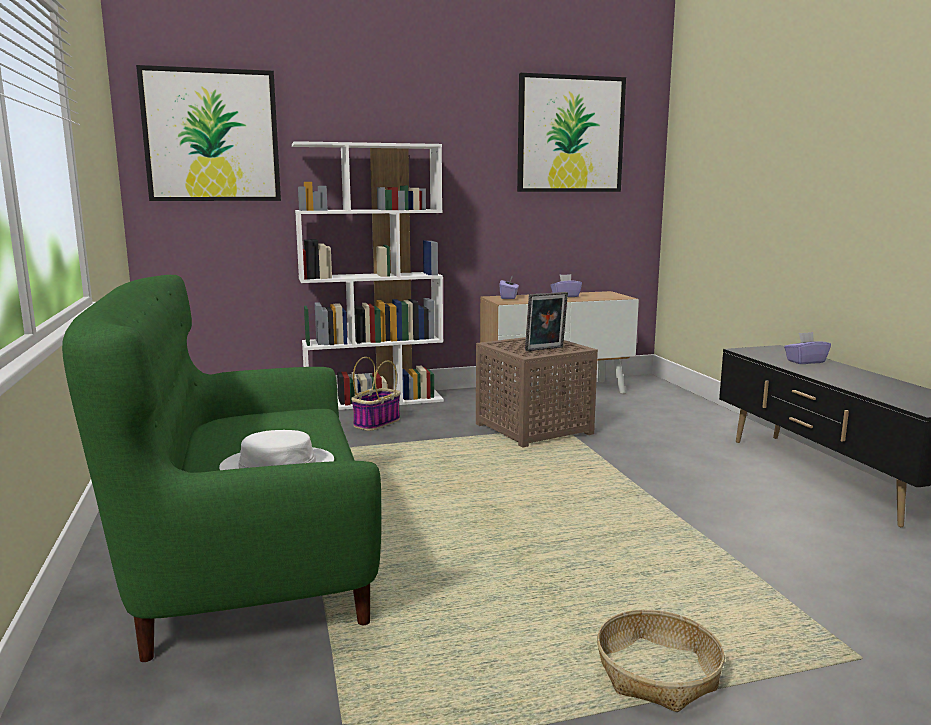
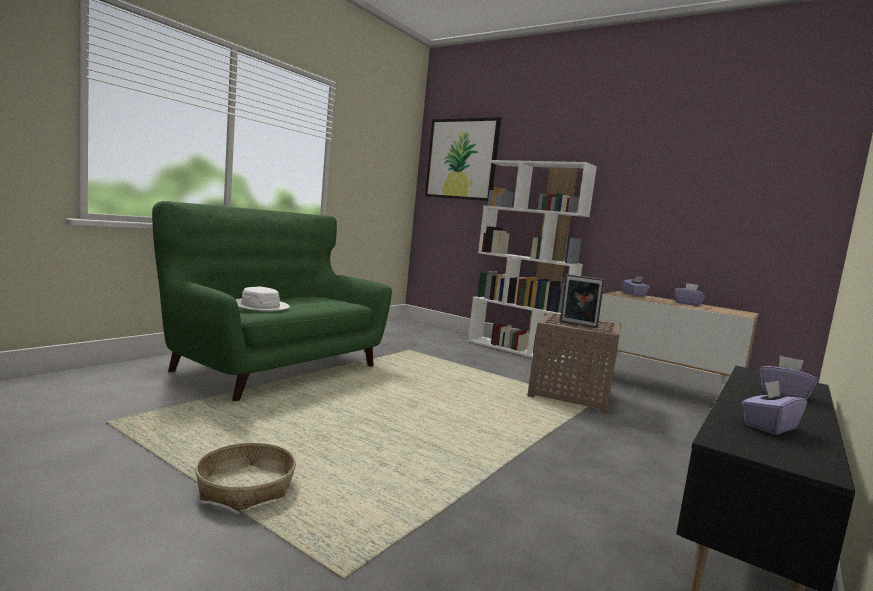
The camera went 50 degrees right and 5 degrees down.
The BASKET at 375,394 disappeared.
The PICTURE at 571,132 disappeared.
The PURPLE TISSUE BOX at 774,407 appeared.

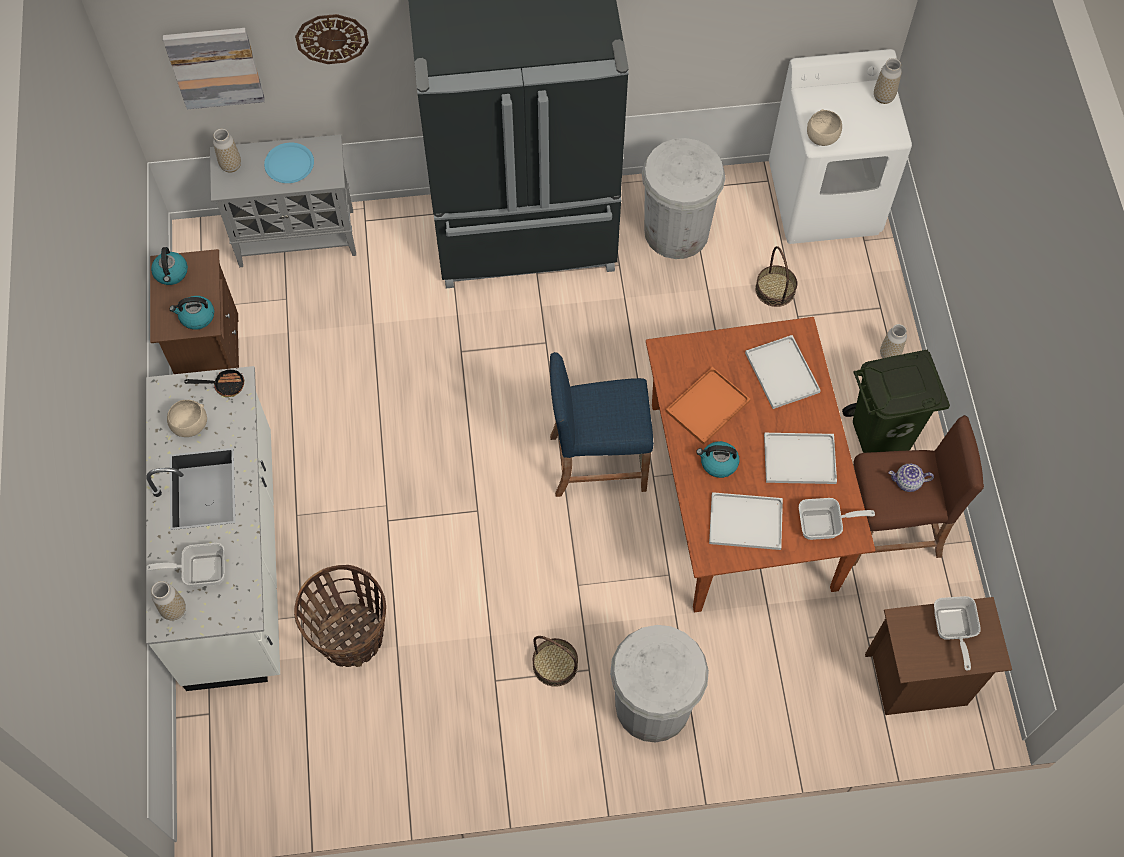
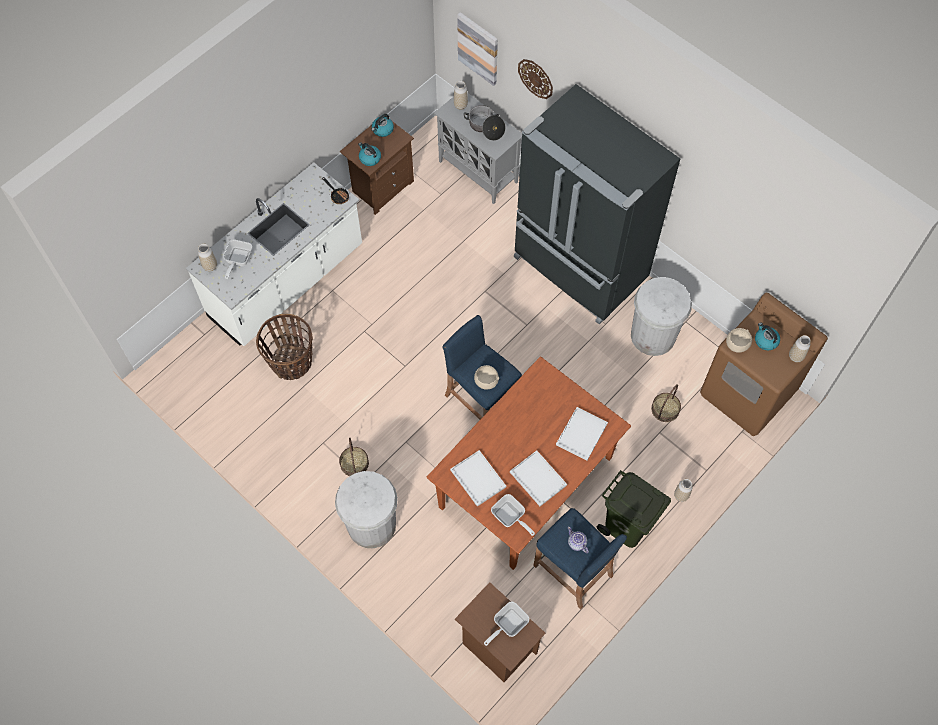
The camera went 50 degrees right and 0 degrees up.
The ORANGE TRAY at 708,406 disappeared.
The BEIGE BOWL moved from 187,418 to 486,377.
The KETTLE moved from 717,459 to 767,336.
The BLUE PLATE at 289,163 was replaced by the COOKING POT at 485,123.
The WHITE WASHING MACHINE at 840,146 became the BROWN WASHING MACHINE at 764,364.
The BROWN STOOL at 918,490 became the BLUE STOOL at 580,558.
The FRYING PAN at 185,565 turned 120 degrees counterclockwise.

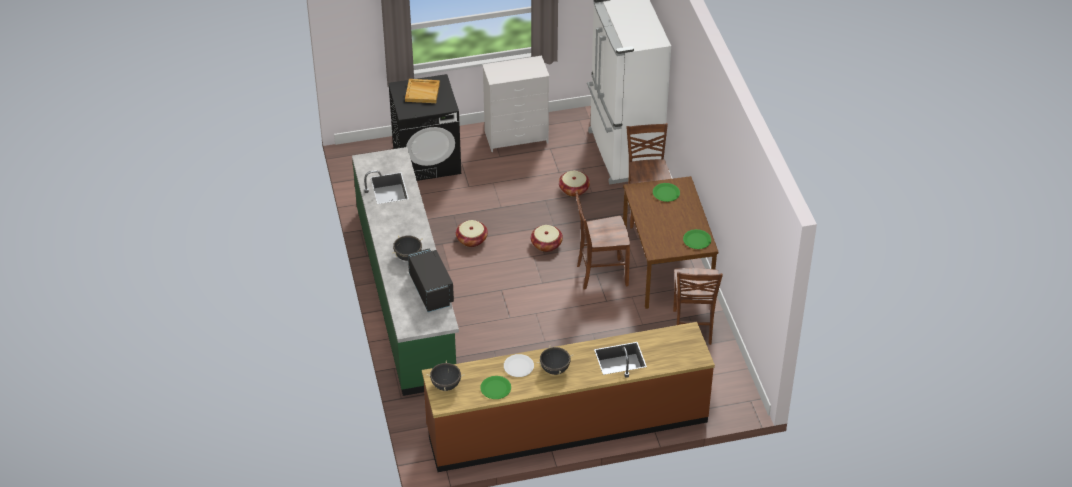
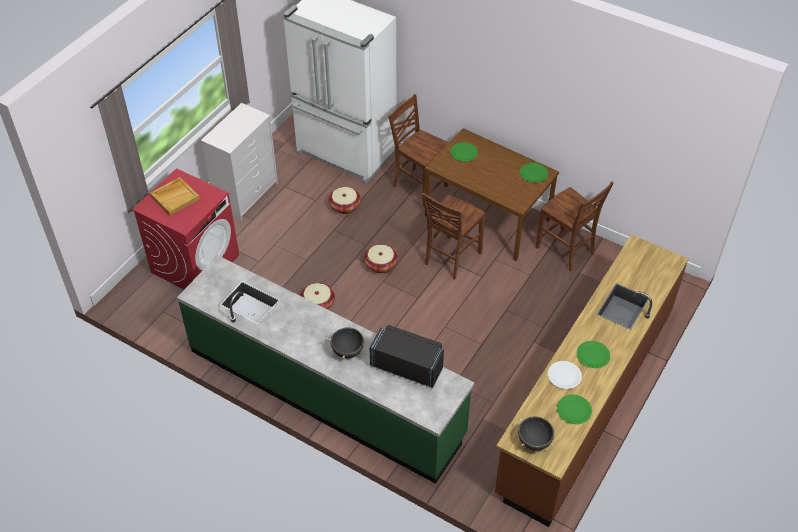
The camera went 45 degrees left and 5 degrees up.
The BLACK COOKING POT at 555,360 was replaced by the GREEN PLATE at 593,354.
The BLACK WASHING MACHINE at 424,127 became the RED WASHING MACHINE at 185,228.

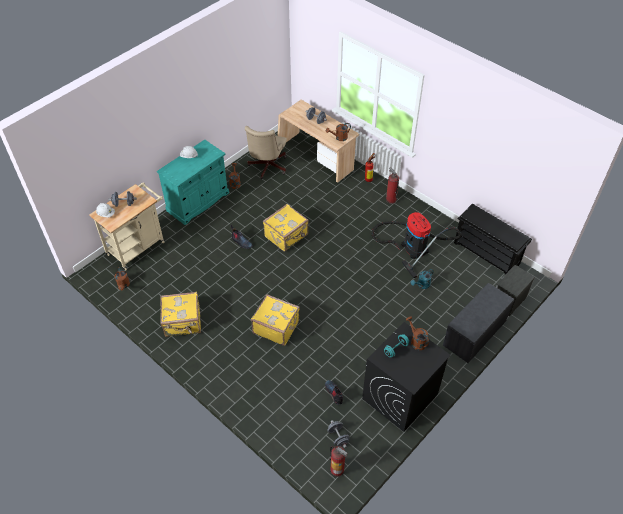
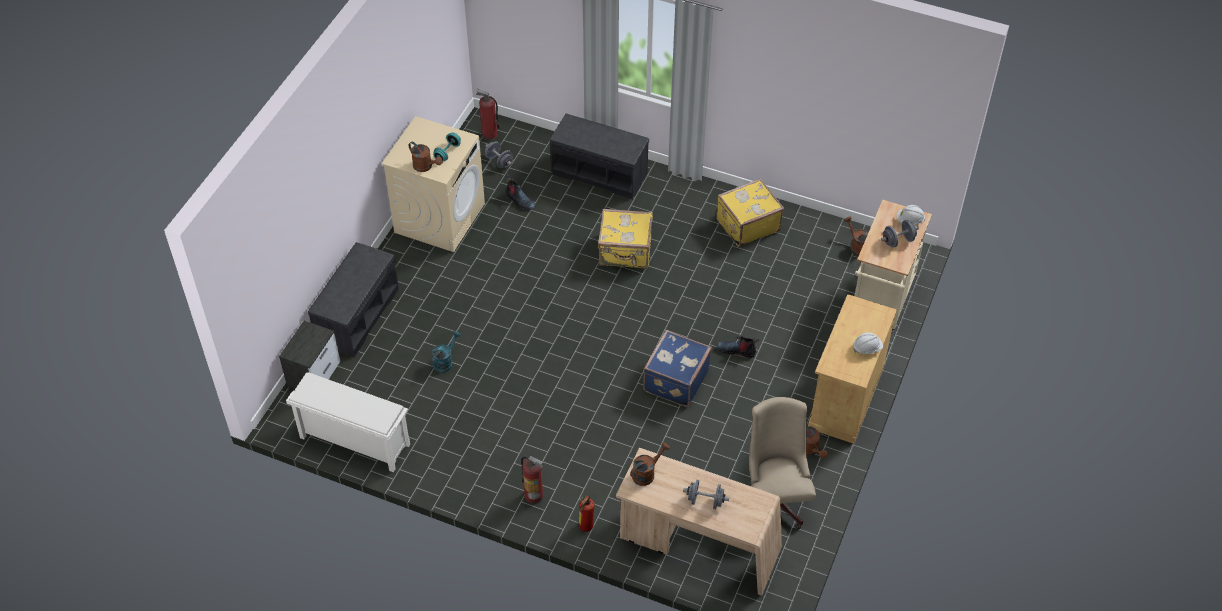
The camera went 160 degrees right and 0 degrees up.
The VACUUM CLEANER at 416,245 disappeared.
The GREY BENCH at 599,156 appeared.
The TURQUOISE CABINET at 193,182 became the BEIGE CABINET at 852,369.
The YELLOW SUITCASE at 286,228 became the BLUE SUITCASE at 677,368.
The BLACK WASHING MACHINE at 406,377 became the BEIGE WASHING MACHINE at 433,184.
The BLACK SHOE RACK at 493,239 became the WHITE SHOE RACK at 348,422.

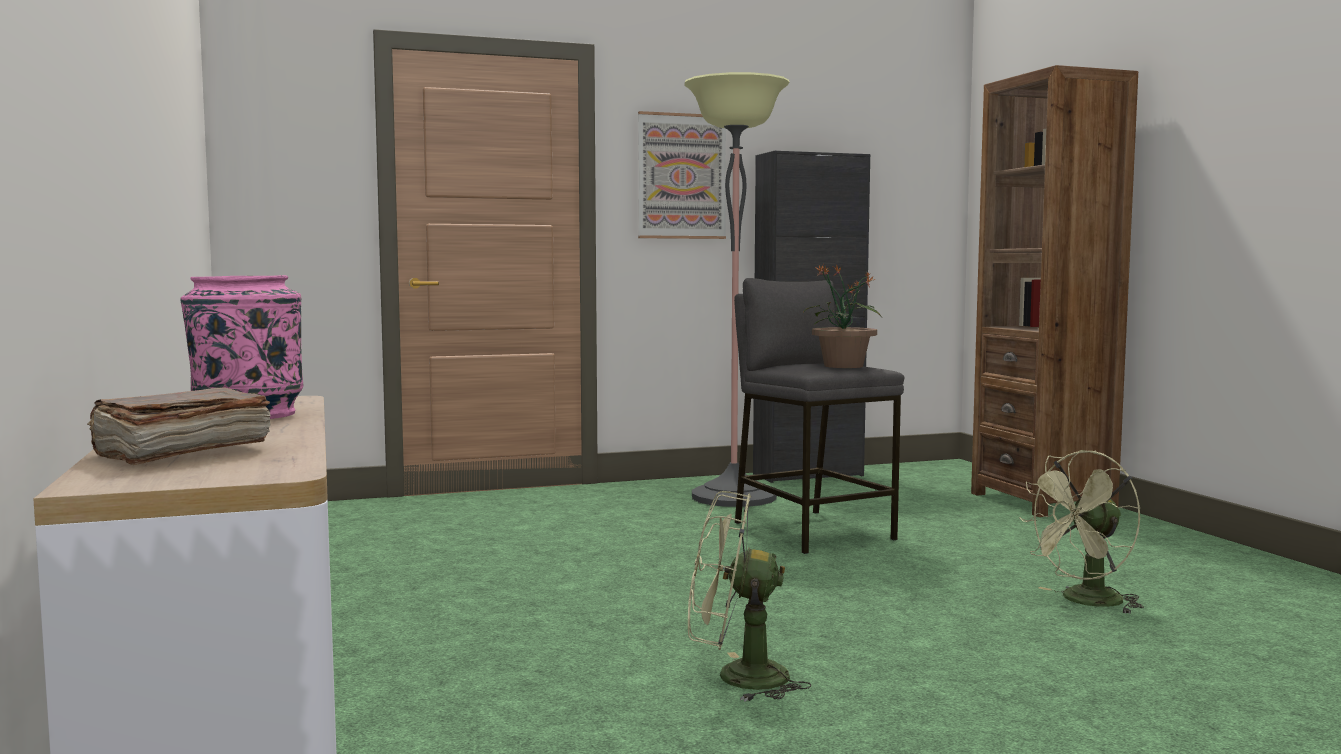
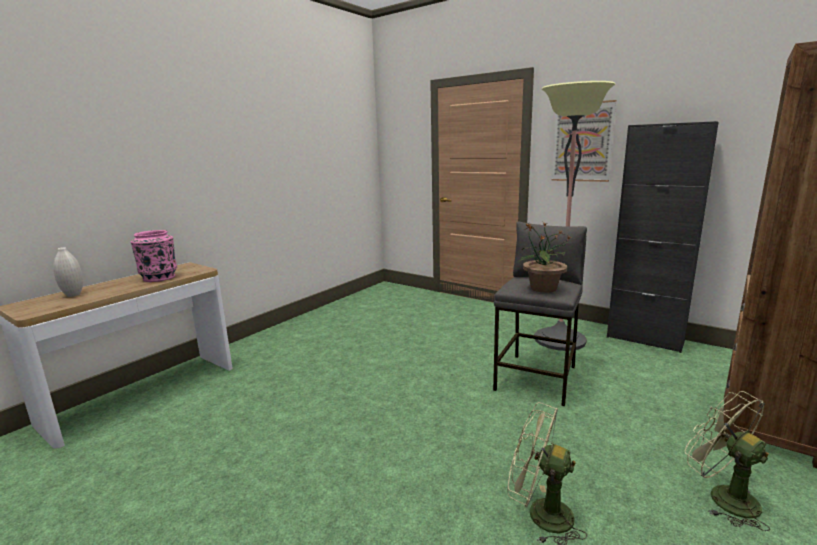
The camera went 55 degrees right and 10 degrees up.
The GREEN FAN moved from 749,596 to 727,461.
The BROWN BOOK at 179,426 was replaced by the WHITE VASE at 68,272.

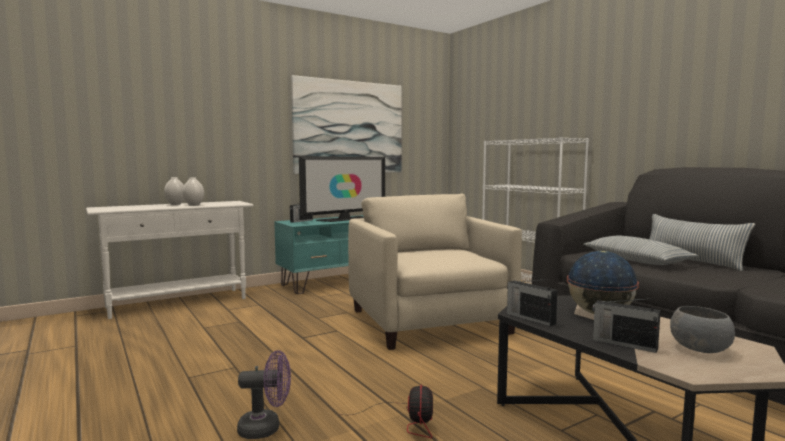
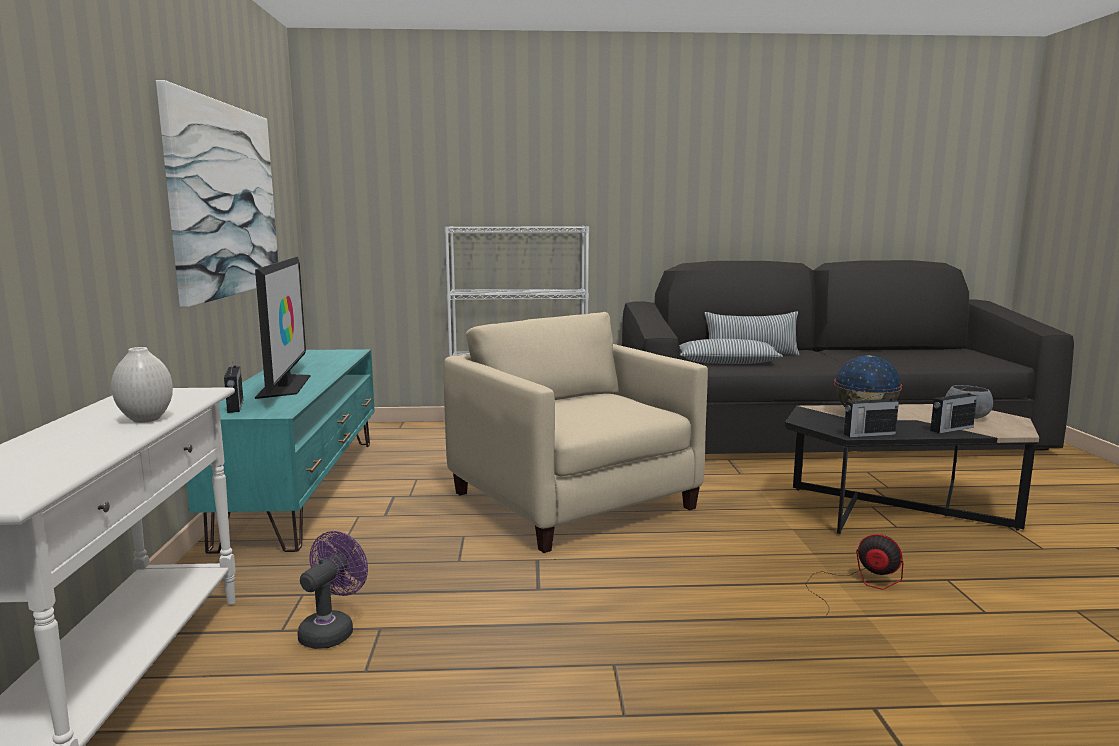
The camera went 60 degrees left and 5 degrees up.
The WHITE VASE at 174,191 disappeared.
The PURPLE FAN moved from 264,394 to 332,590.
The BEIGE ARMCHAIR at 435,271 turned 45 degrees clockwise.

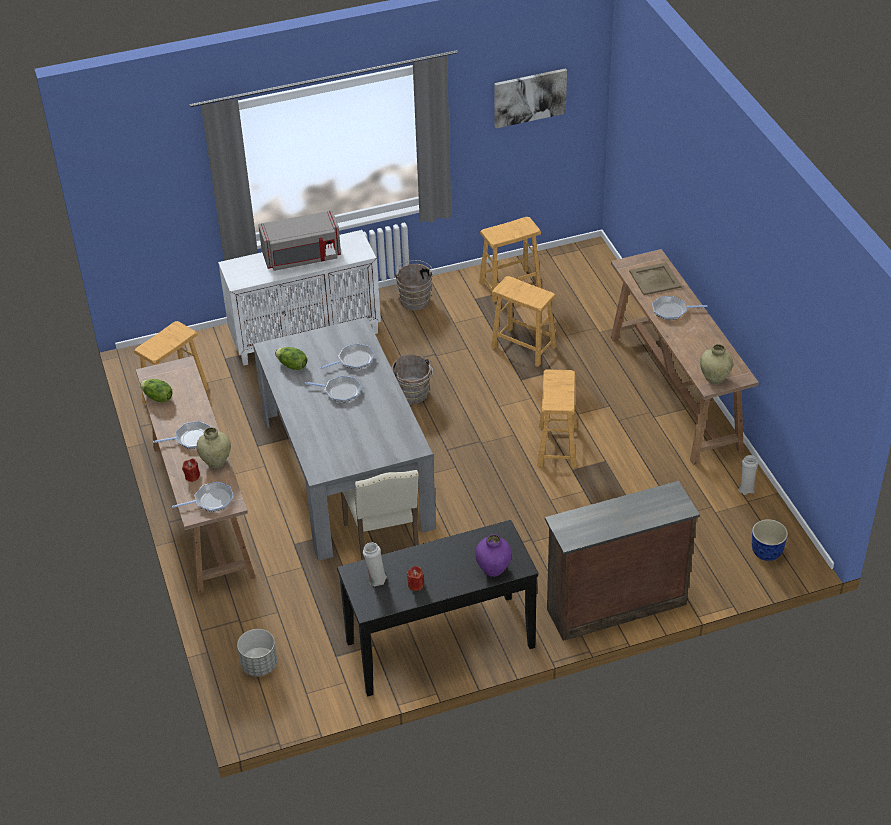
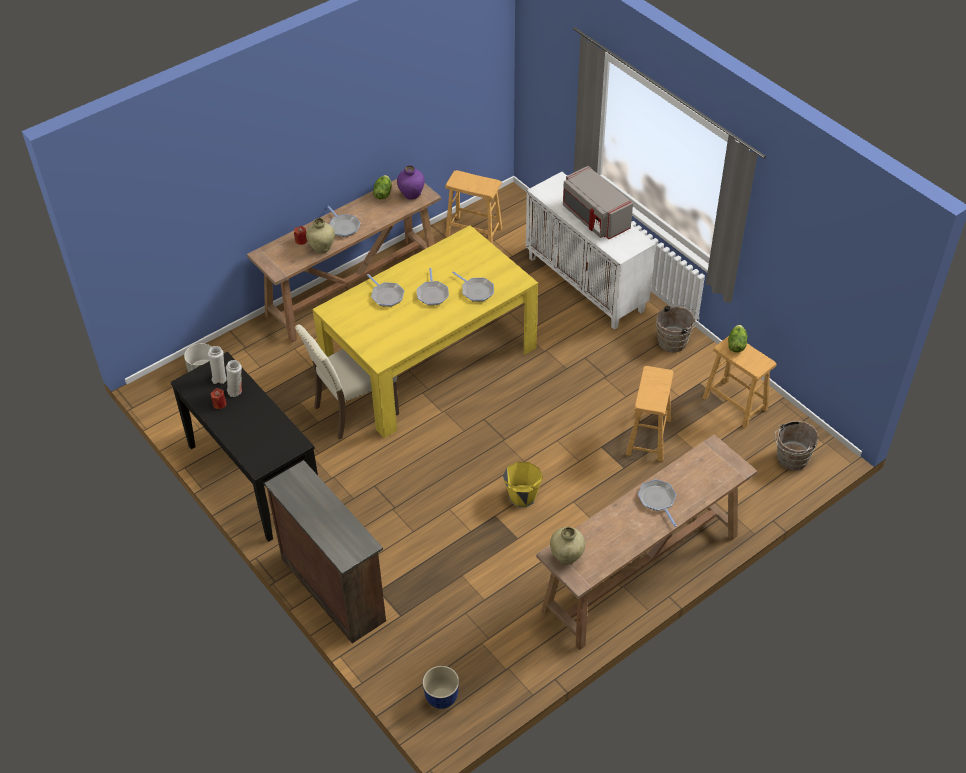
The camera went 70 degrees right and 5 degrees up.
The PICTURE at 530,98 disappeared.
The BEIGE TRAY at 655,278 disappeared.
The FRYING PAN moved from 203,497 to 385,290.
The LETTUCE moved from 291,358 to 737,339.
The BROWN BUCKET moved from 412,379 to 796,446.
The PURPLE VASE moved from 493,555 to 411,182.
The WHITE VASE moved from 748,475 to 234,378.
The BROWN STOOL at 557,418 was replaced by the YELLOW BUCKET at 523,484.
The GREY DINING TABLE at 344,439 became the YELLOW DINING TABLE at 425,331.

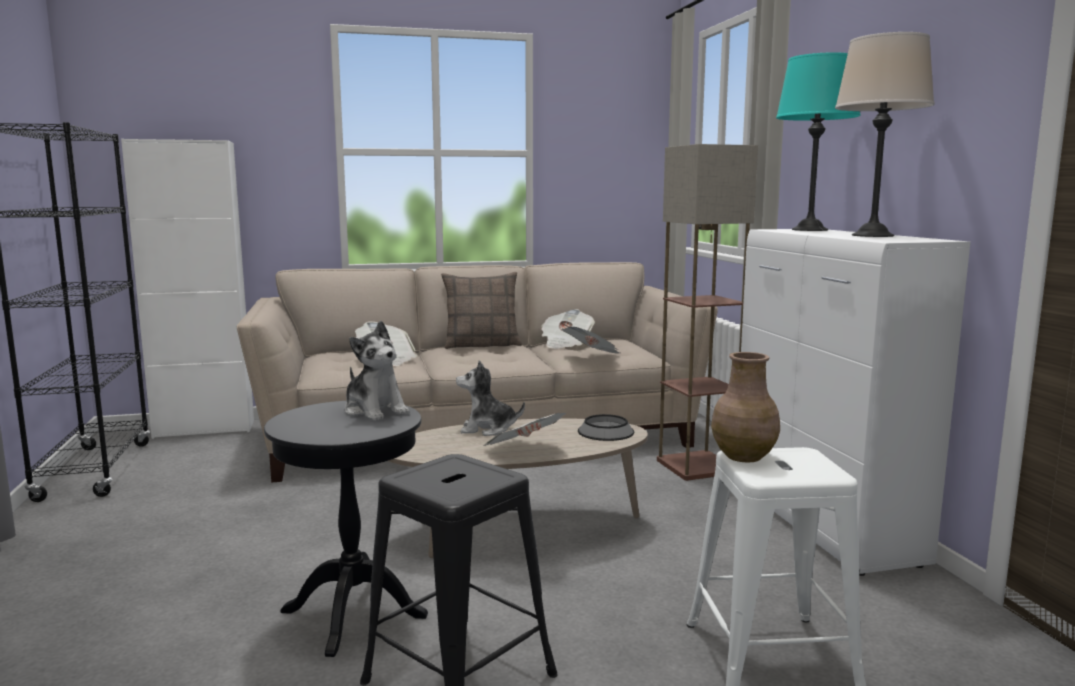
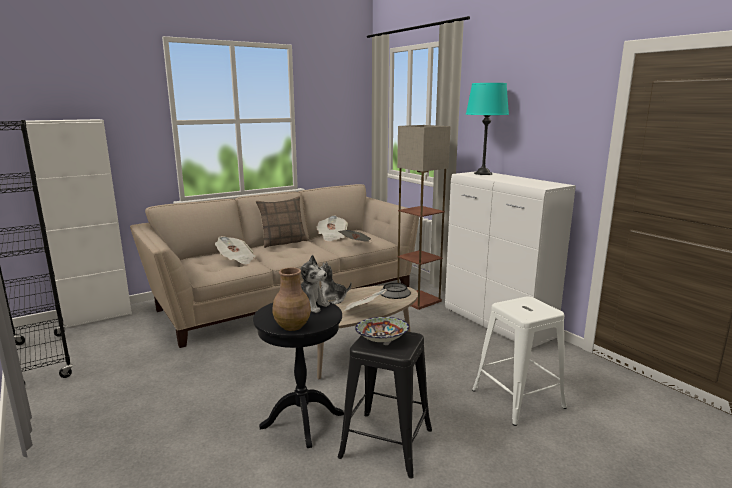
The camera went 20 degrees left and 5 degrees up.
The BEIGE TABLE LAMP at 885,134 disappeared.
The BOWL at 382,329 appeared.
The BROWN VASE moved from 745,407 to 291,299.

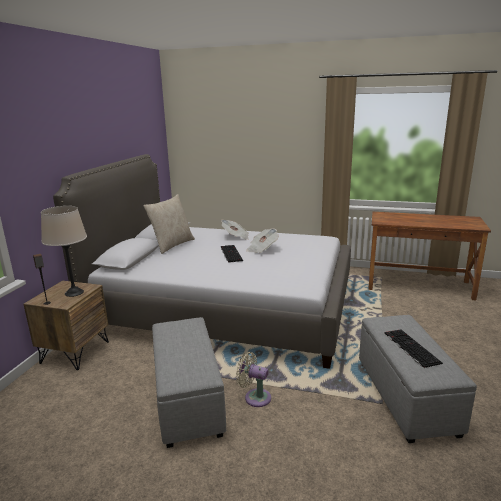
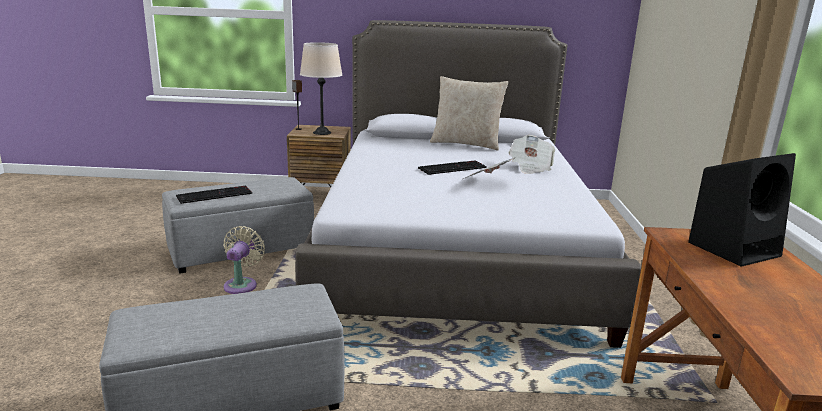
The camera went 75 degrees right and 0 degrees up.
The BLACK SPEAKER at 742,210 appeared.
The KEYBOARD moved from 413,349 to 214,195.

